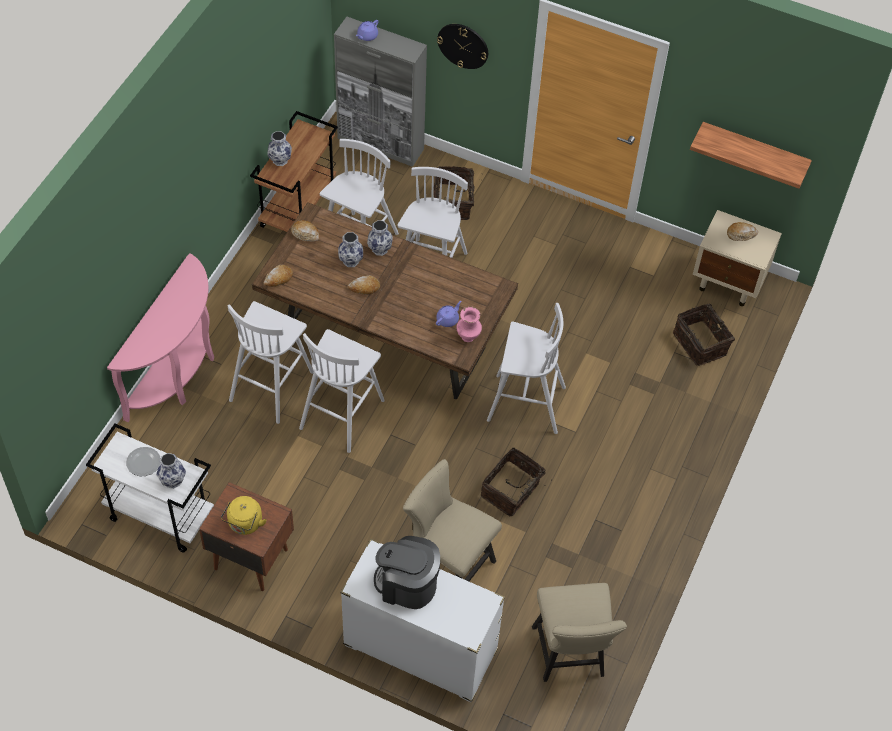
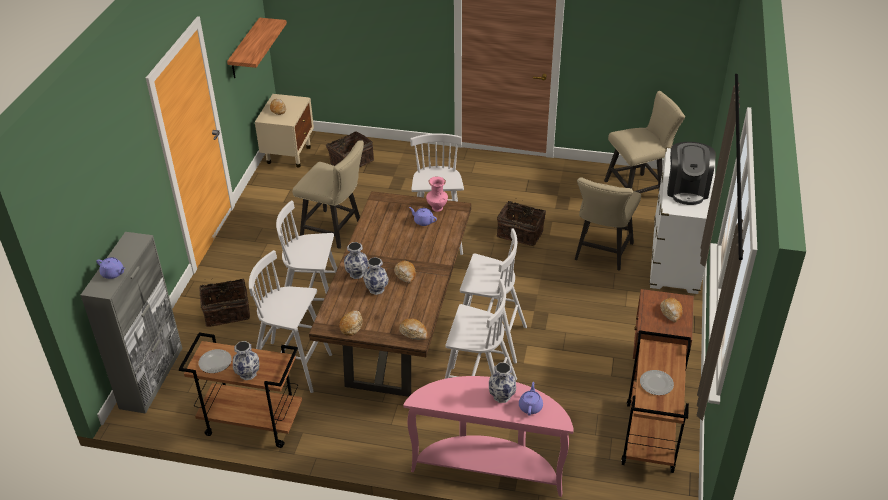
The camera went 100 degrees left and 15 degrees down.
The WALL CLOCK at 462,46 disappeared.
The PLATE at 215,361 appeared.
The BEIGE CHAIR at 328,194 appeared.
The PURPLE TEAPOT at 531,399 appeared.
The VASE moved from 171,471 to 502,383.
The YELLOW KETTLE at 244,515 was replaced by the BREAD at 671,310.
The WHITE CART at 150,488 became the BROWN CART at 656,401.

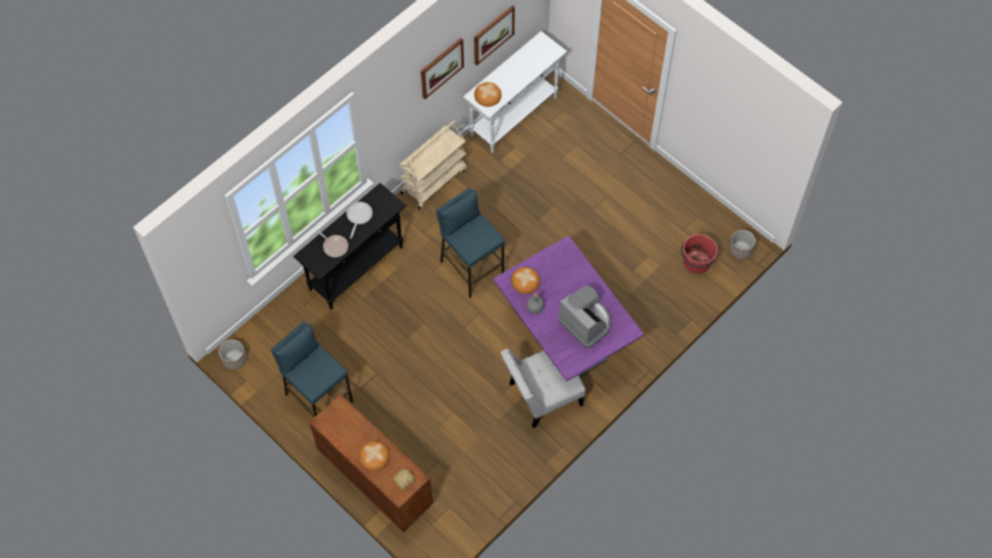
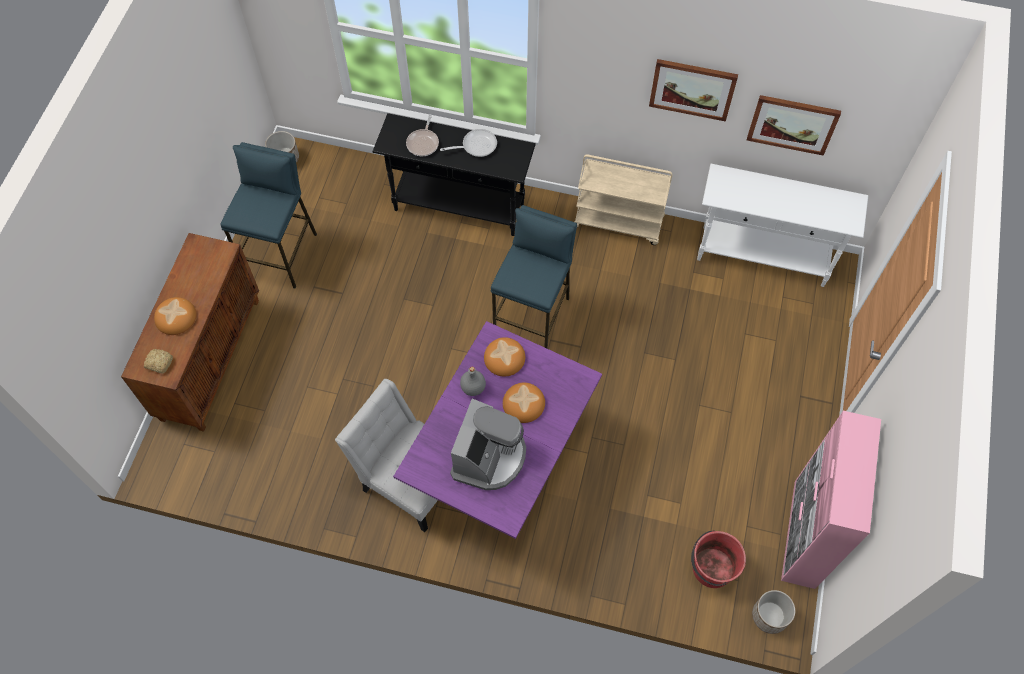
The camera went 60 degrees right and 0 degrees up.
The PINK CABINET at 831,500 appeared.
The BREAD moved from 488,94 to 524,403.

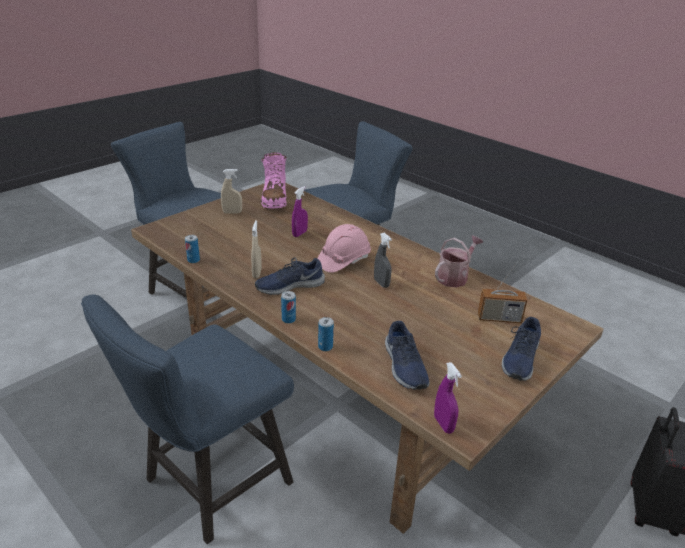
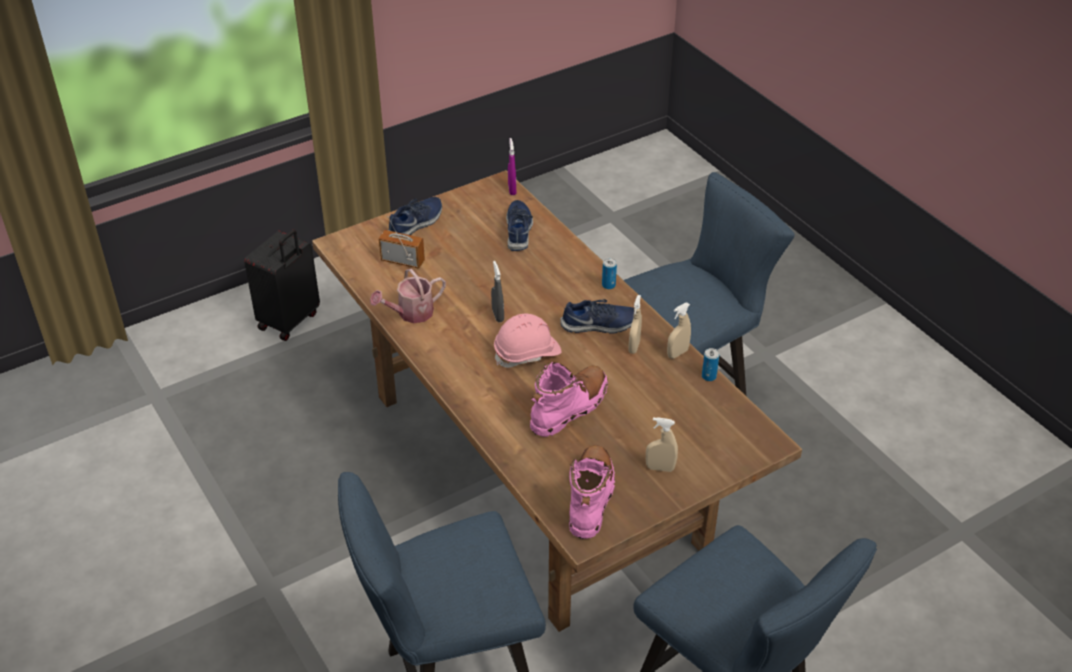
The camera went 165 degrees left and 10 degrees up.
The CAN at 326,334 disappeared.
The BEIGE SPRAY BOTTLE at 679,331 appeared.
The PURPLE SPRAY BOTTLE at 300,211 was replaced by the PINK BOOT at 569,399.

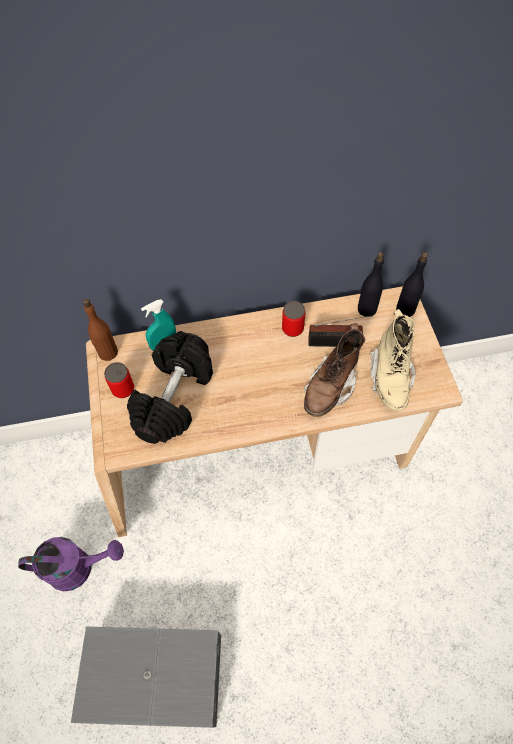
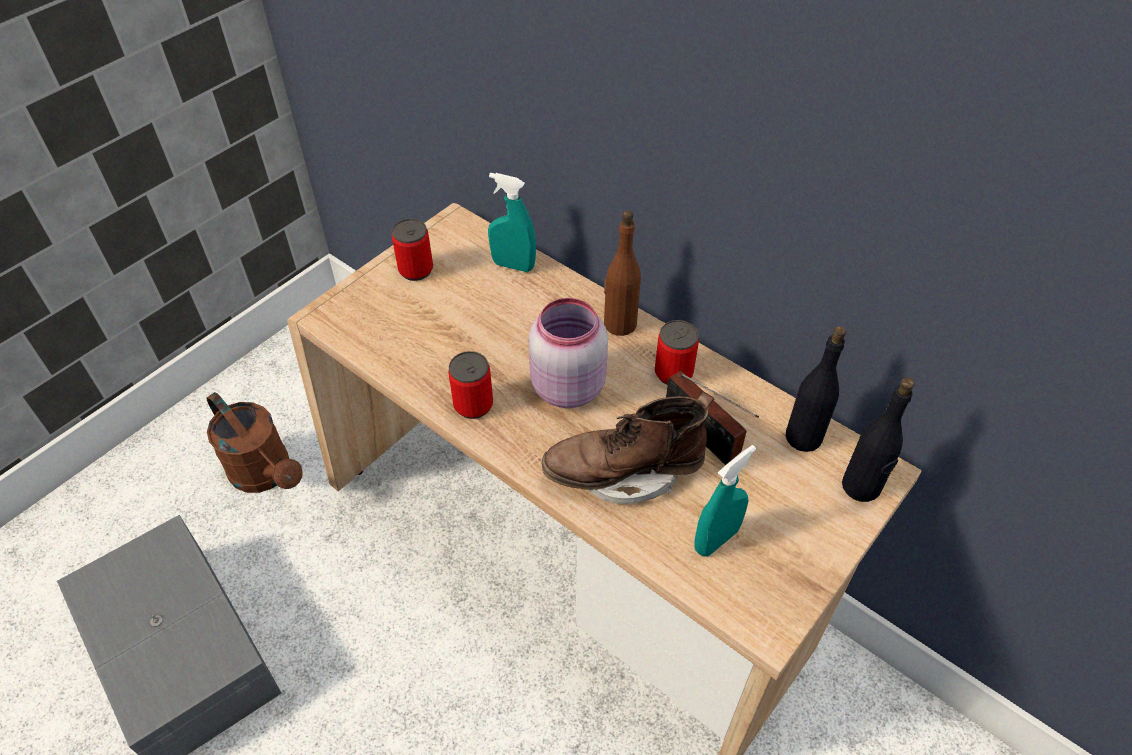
The camera went 50 degrees right and 10 degrees down.
The BLACK DUMBBELL at 170,387 disappeared.
The CAN at 470,385 appeared.
The PINK JAR at 568,353 appeared.
The BROWN BOTTLE moved from 100,330 to 622,273.
The BEIGE BOOT at 393,360 was replaced by the TURQUOISE SPRAY BOTTLE at 725,501.
The PURPLE WATERING CAN at 71,564 became the BROWN WATERING CAN at 254,442.

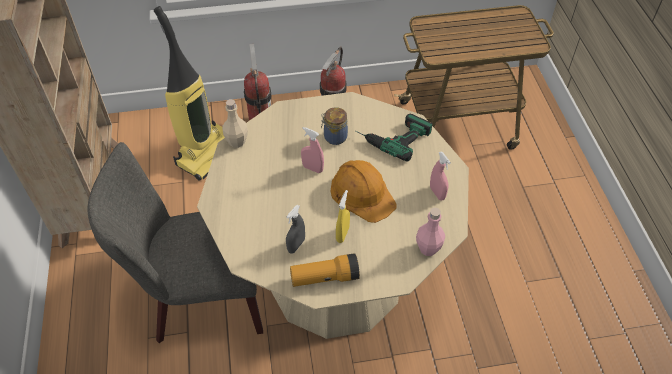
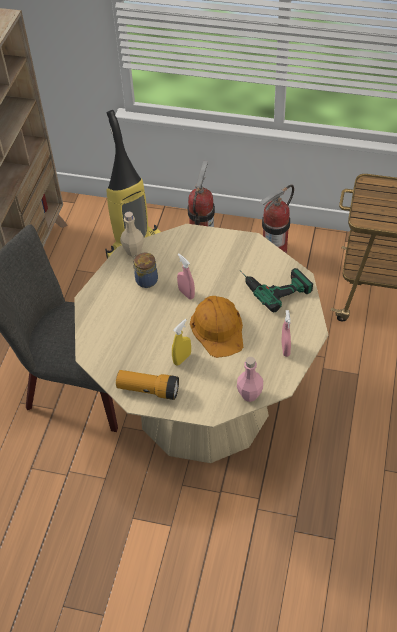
The camera went 25 degrees right and 0 degrees up.
The GREY SPRAY BOTTLE at 295,229 disappeared.
The JAR moved from 334,126 to 145,270.

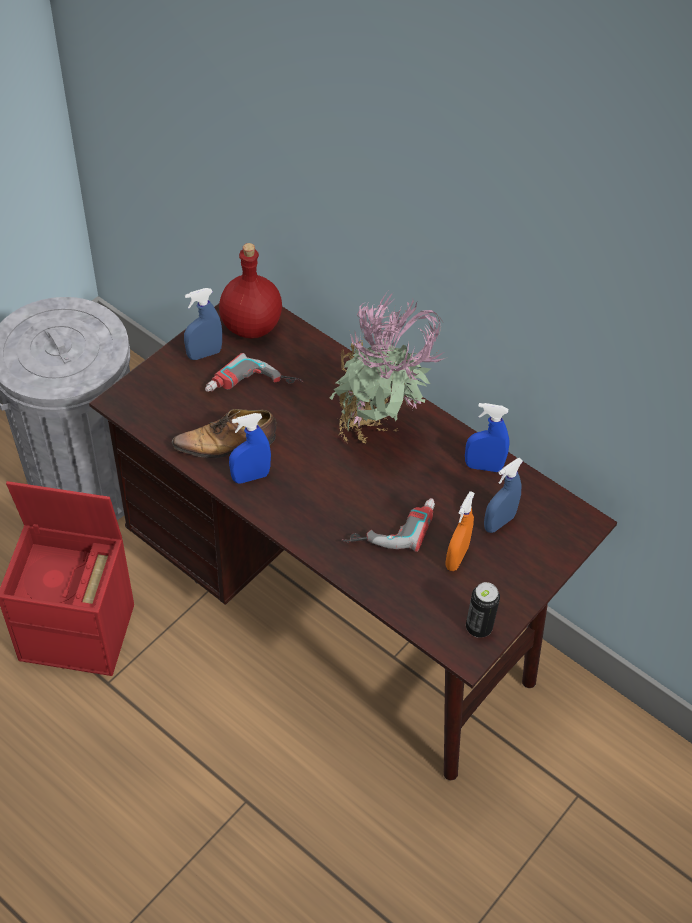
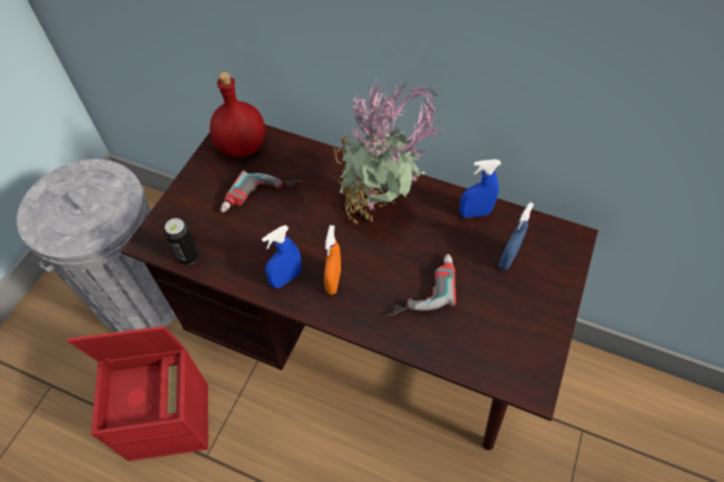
The camera went 15 degrees left and 5 degrees up.
The SHOE at 224,433 disappeared.
The BLUE SPRAY BOTTLE at 203,324 disappeared.
The ORANGE SPRAY BOTTLE moved from 460,531 to 332,260.
The CAN moved from 483,610 to 181,241.

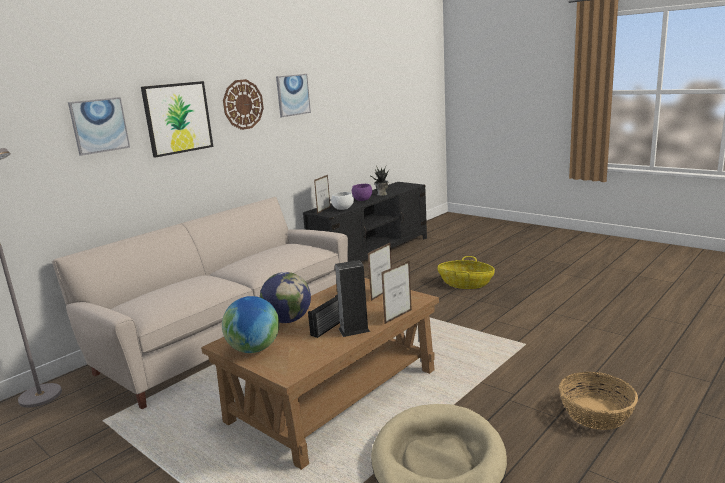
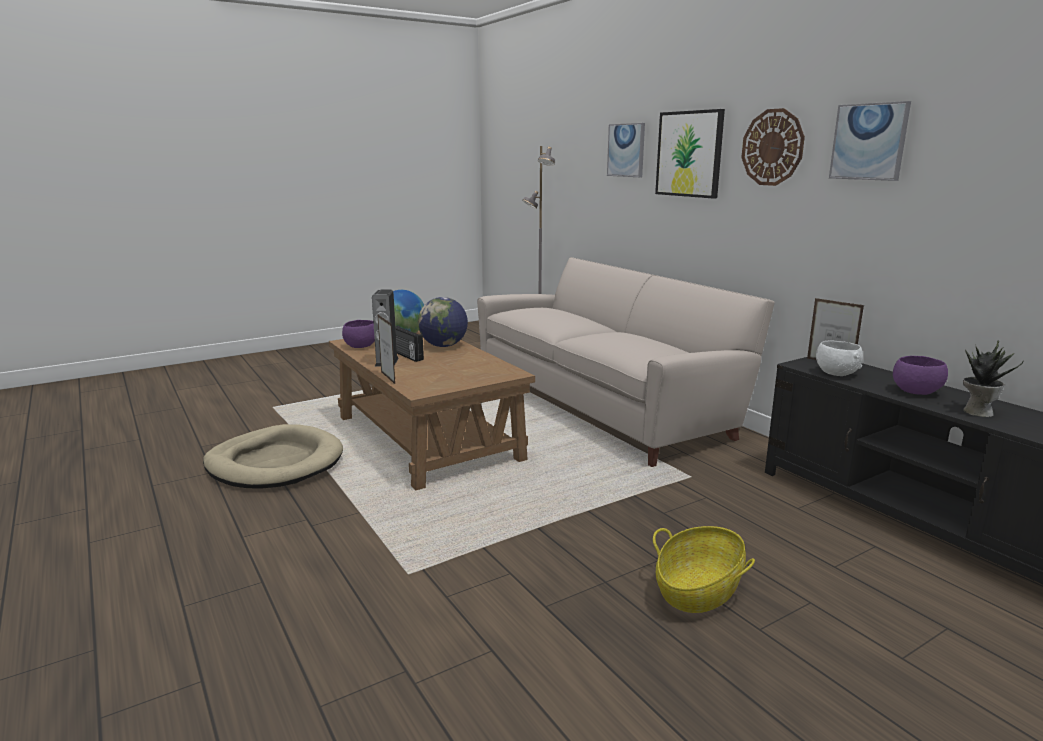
The camera went 105 degrees right and 0 degrees up.
The PICTURE FRAME at 380,272 disappeared.
The BASKET at 598,401 disappeared.
The PURPLE BOWL at 358,334 appeared.

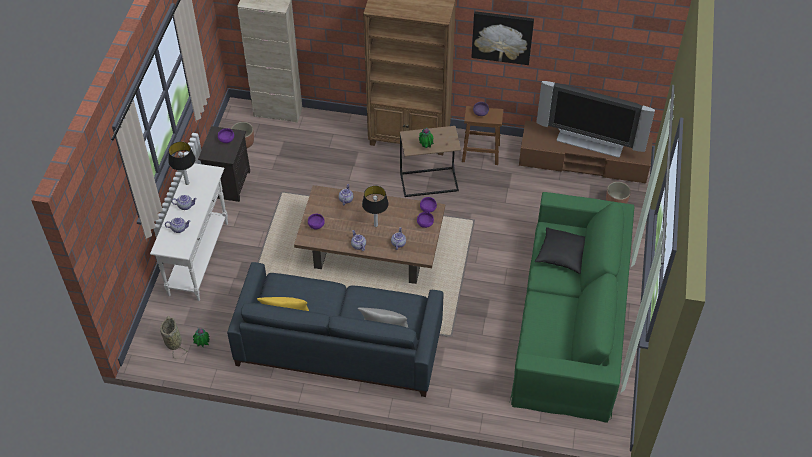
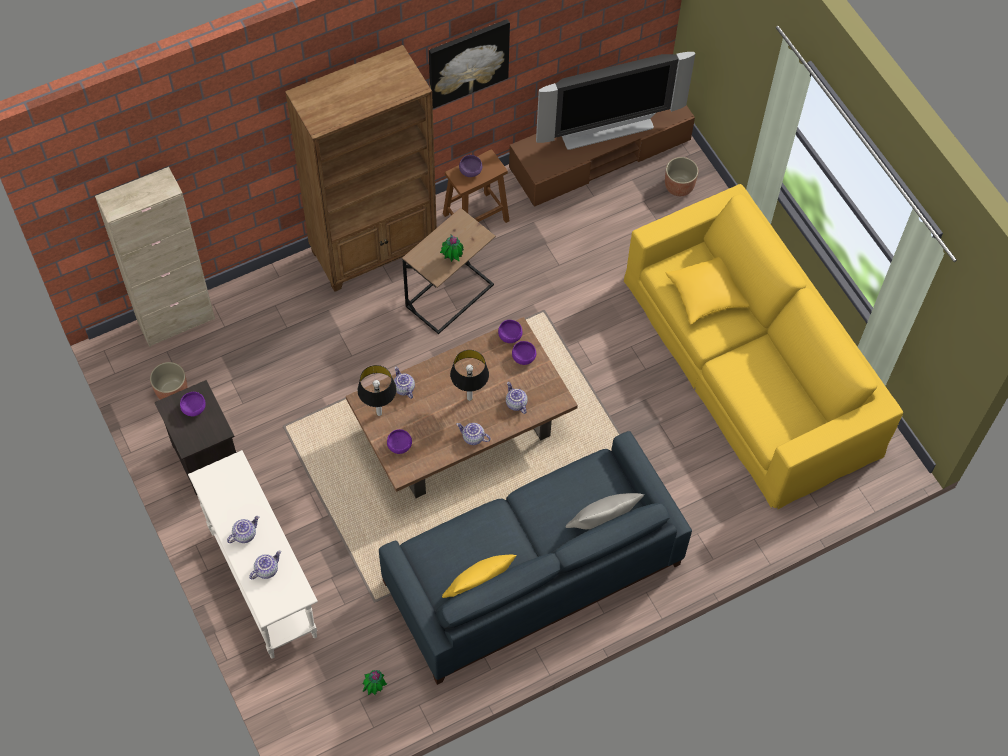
The camera went 40 degrees left and 10 degrees up.
The BASKET at 174,336 disappeared.
The TABLE LAMP moved from 182,163 to 376,390.
The GREEN SOFA at 571,307 became the YELLOW SOFA at 763,347.
The BLACK PILLOW at 560,250 became the YELLOW PILLOW at 707,291.

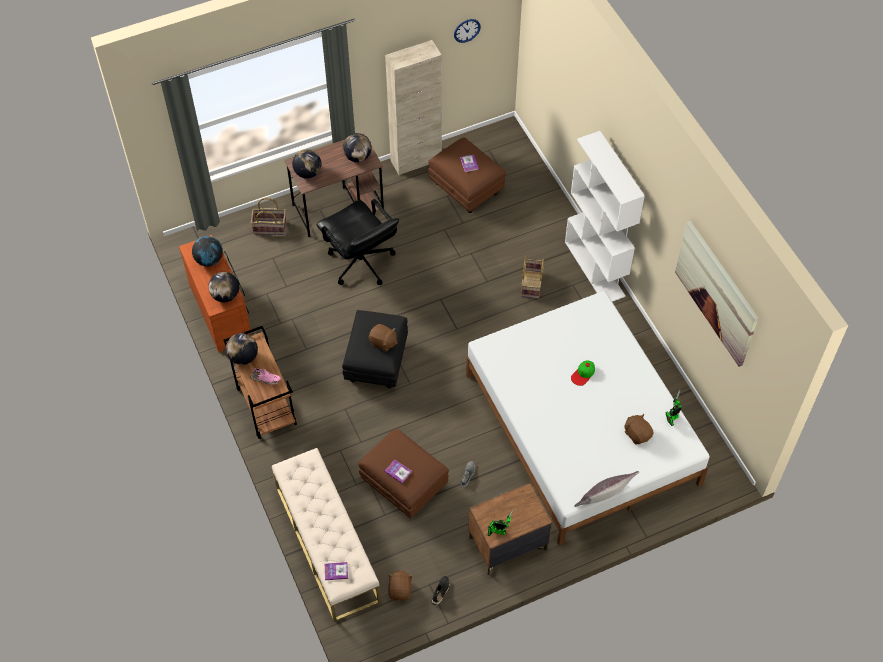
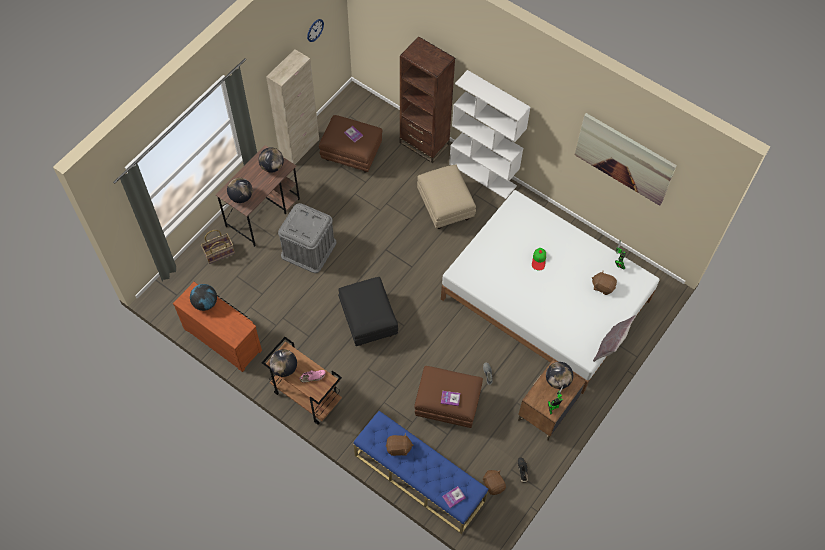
The camera went 30 degrees left and 5 degrees up.
The BROWN BOOKCASE at 427,99 appeared.
The GLOBE moved from 223,287 to 559,375.
The BROWN PLUSH TOY moved from 383,338 to 399,444.
The BLACK OFFICE CHAIR at 358,242 was replaced by the GREY STORAGE BOX at 307,238.
The BASKET at 532,278 was replaced by the BEIGE OTTOMAN at 446,196.
The BEIGE BENCH at 326,535 became the BLUE BENCH at 421,472.

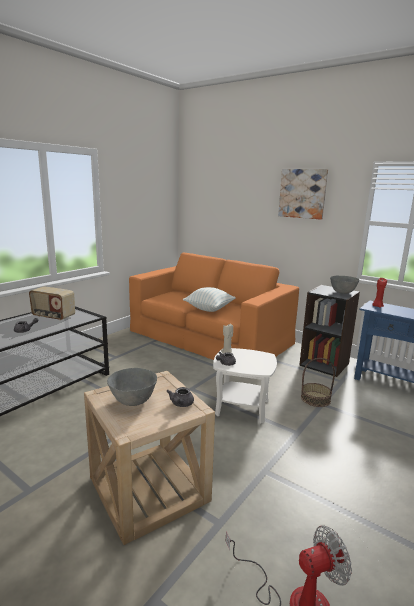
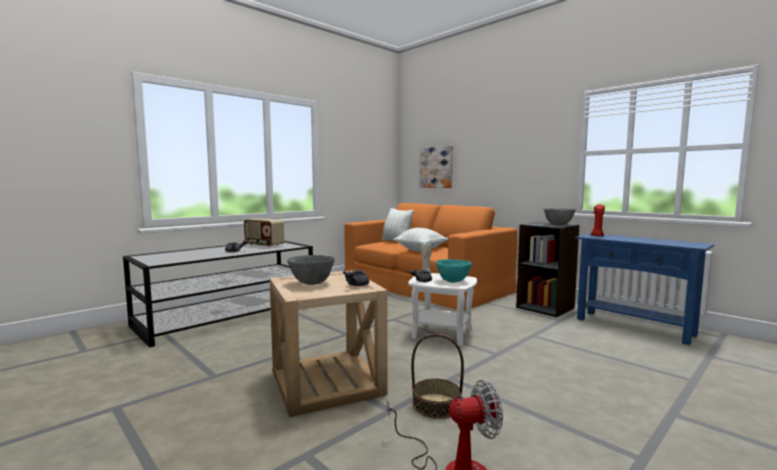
The camera went 10 degrees right and 10 degrees down.
The PILLOW at 398,224 appeared.
The TURQUOISE BOWL at 454,271 appeared.
The PICTURE moved from 303,194 to 436,167.
The BASKET moved from 318,382 to 437,376.

